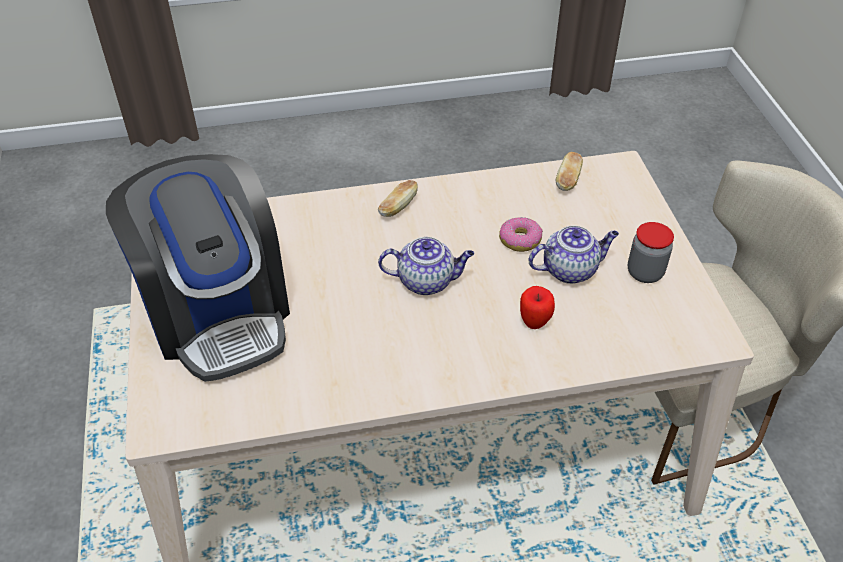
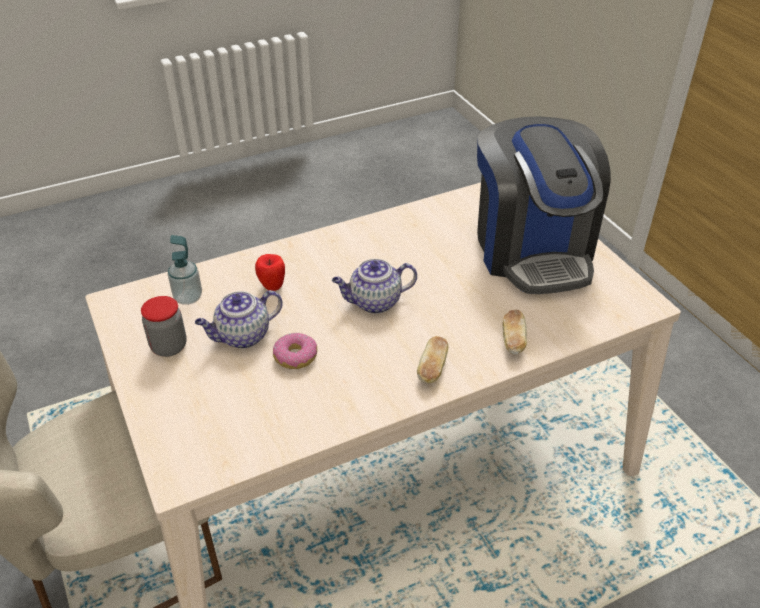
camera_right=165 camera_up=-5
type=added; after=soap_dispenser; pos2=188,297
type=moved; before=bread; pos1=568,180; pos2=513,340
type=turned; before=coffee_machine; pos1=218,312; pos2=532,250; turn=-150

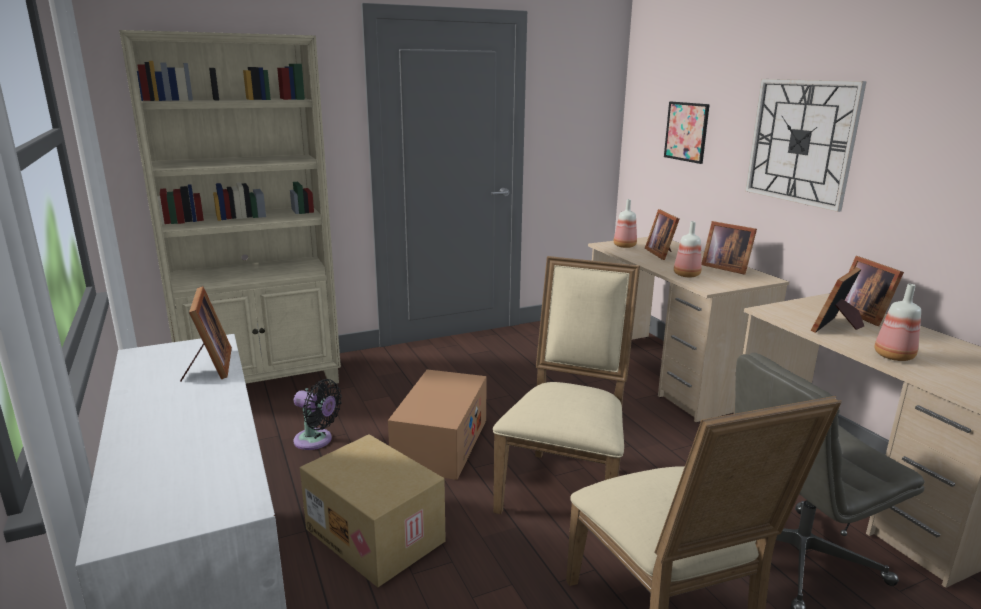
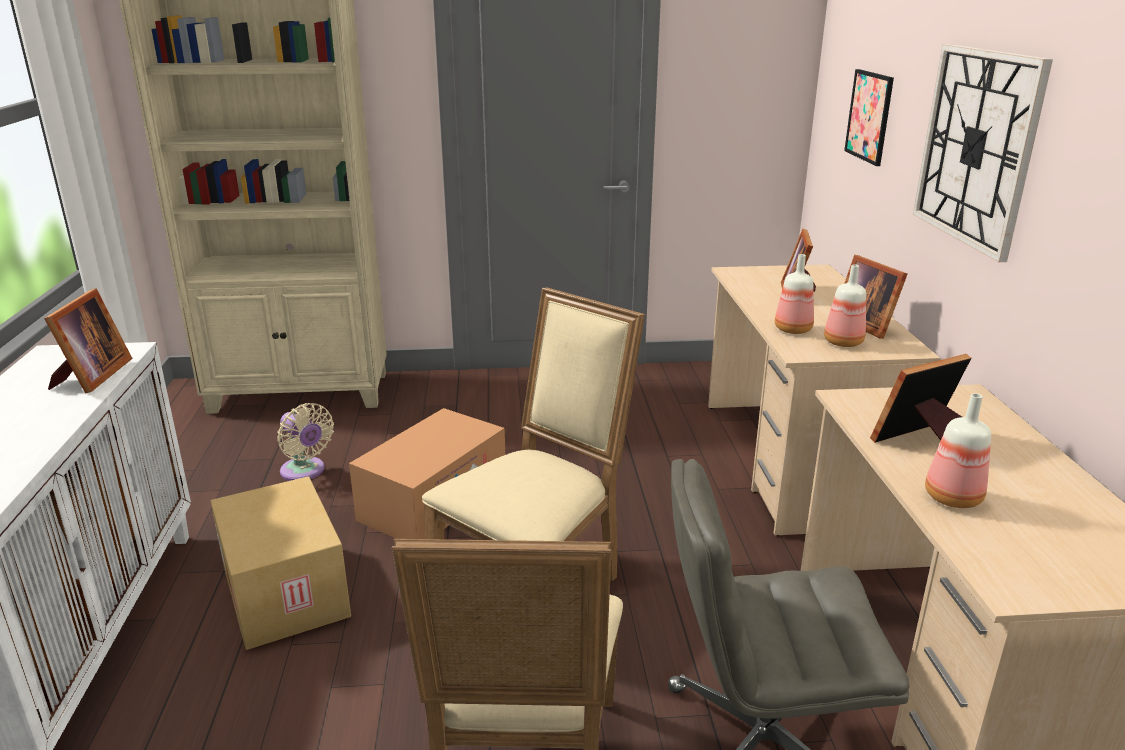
camera_right=20 camera_up=5
type=removed; before=picture_frame; pos1=863,314
type=moved; before=bottle; pos1=624,246; pos2=842,342
type=recoloured; before=black_fan; after=beige_fan; pos1=316,441; pos2=305,472

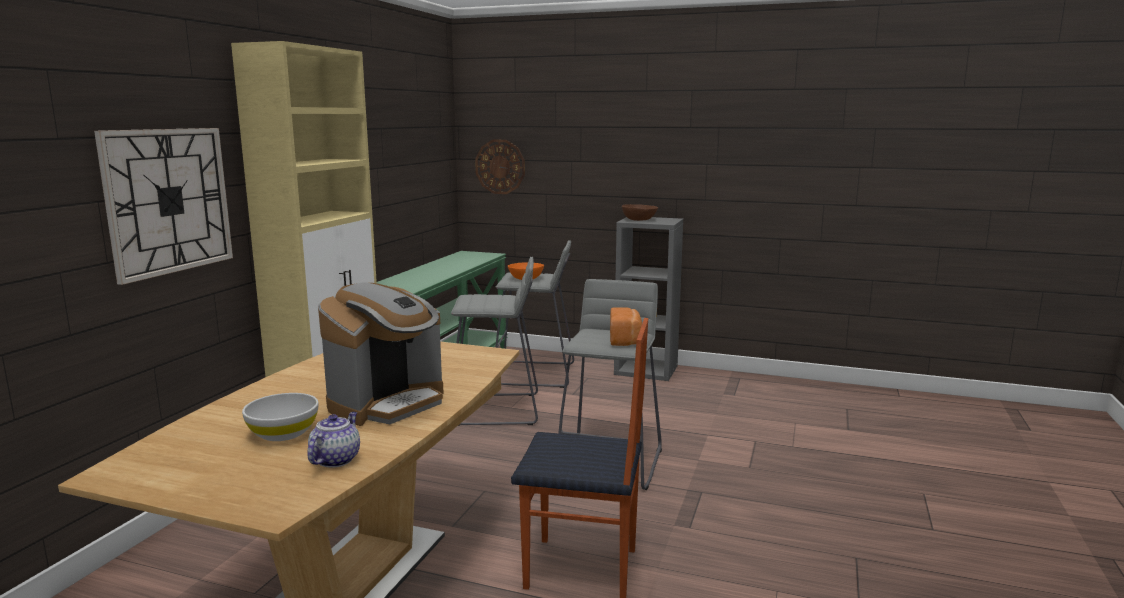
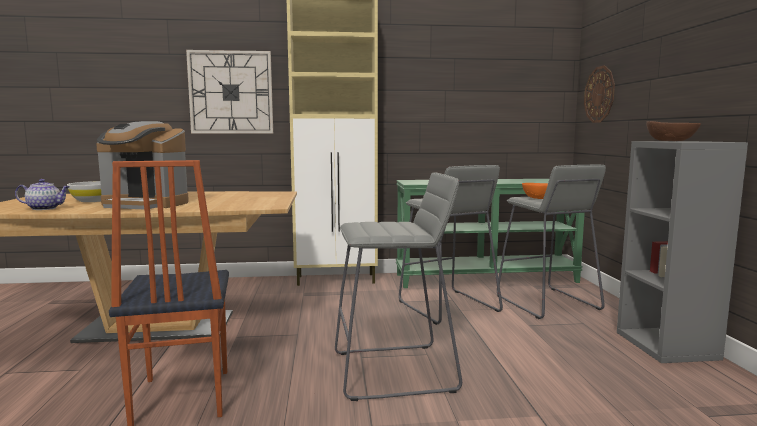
camera_right=65 camera_up=-5
type=removed; before=bread; pos1=625,339

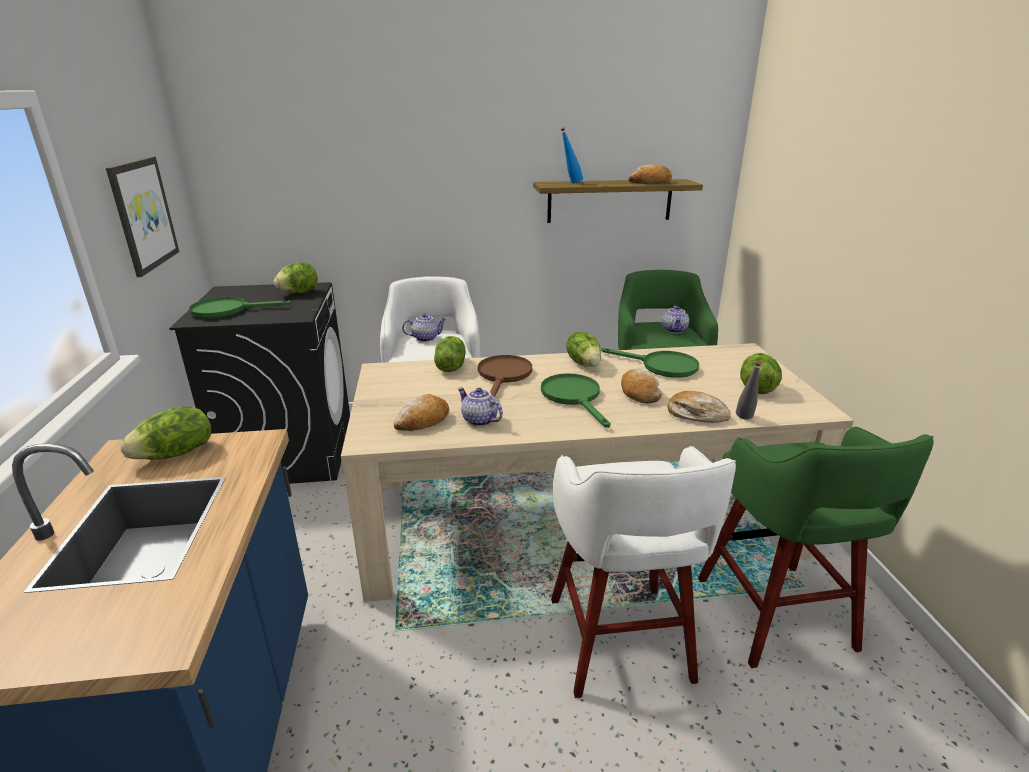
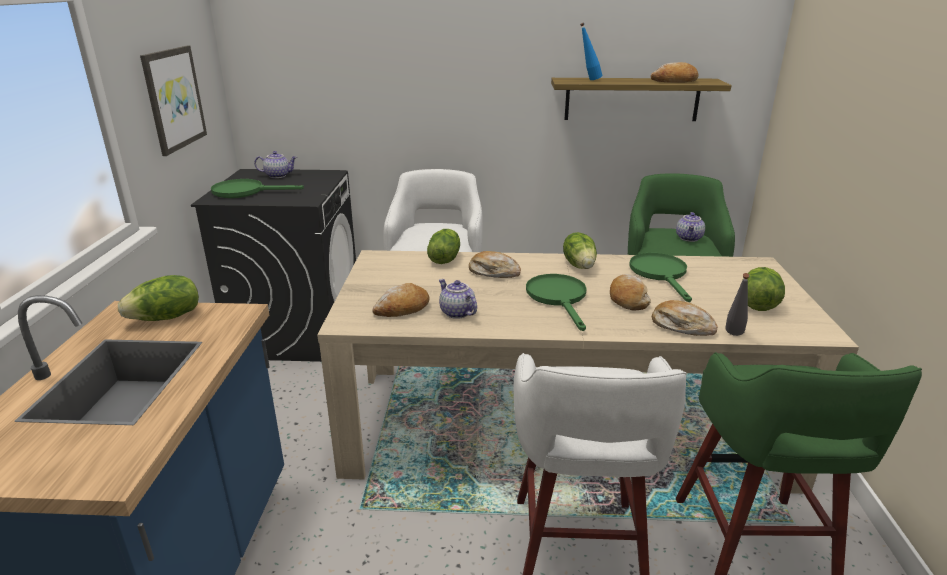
camera_right=10 camera_up=0
type=removed; before=lettuce; pos1=299,293
type=moved; before=teapot; pos1=425,338; pos2=278,175
type=replaced; before=brown_frying_pan; after=bread; pos1=503,376; pos2=494,272
type=turned; before=green_frying_pan; pos1=661,366; pos2=661,274; turn=-135

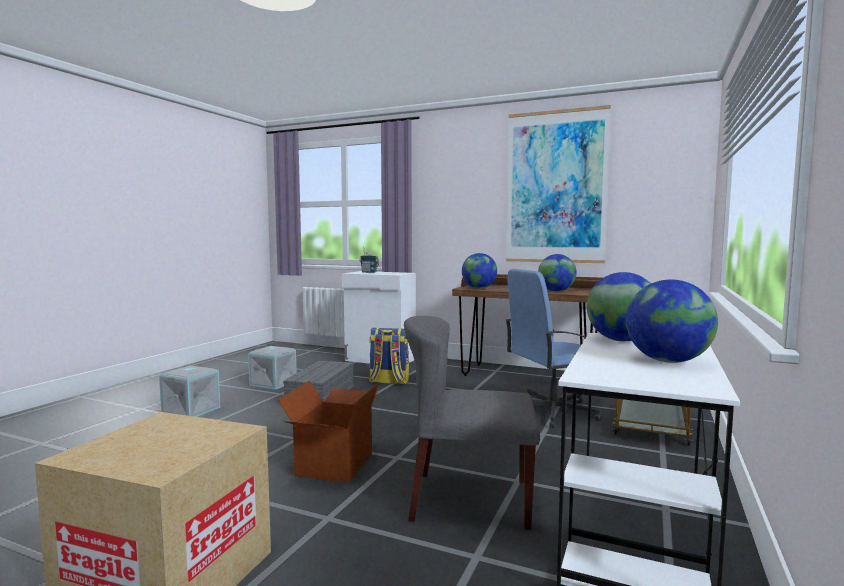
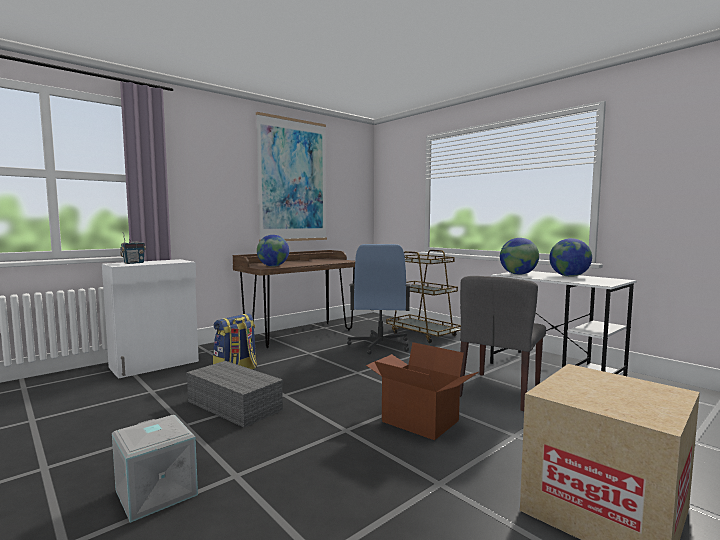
camera_right=-65 camera_up=0
type=removed; before=grey_storage_box; pos1=274,383
type=removed; before=globe; pos1=556,291

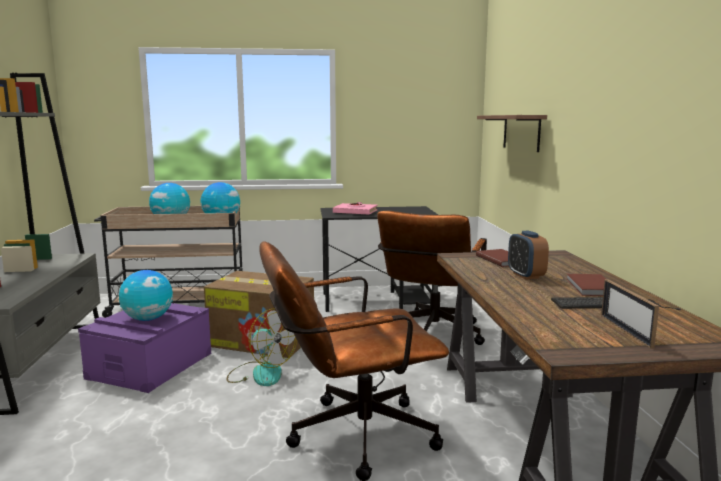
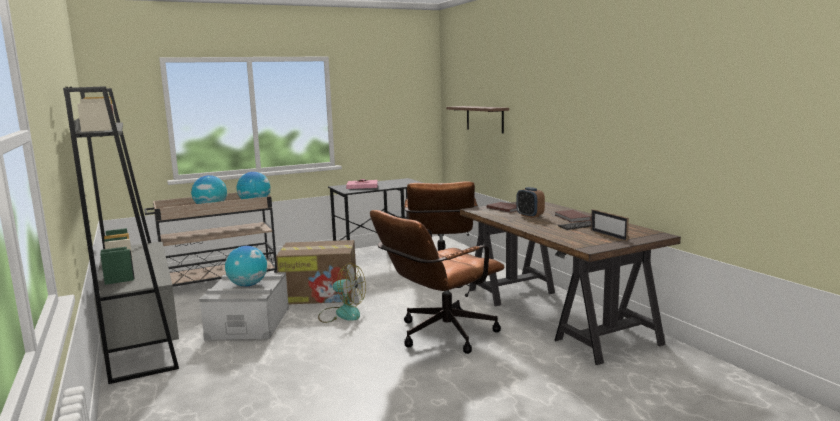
camera_right=-20 camera_up=0
type=recoloured; before=purple_storage_box; after=grey_storage_box; pos1=150,365; pos2=249,323

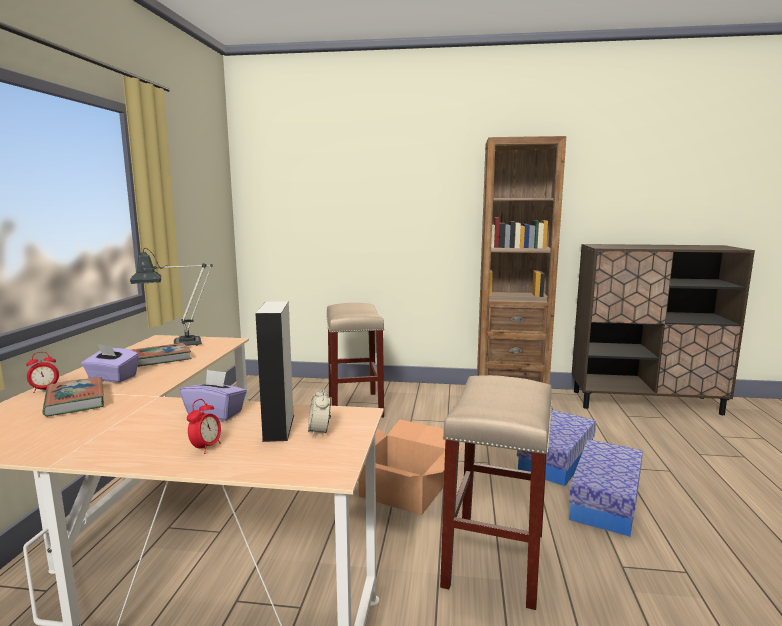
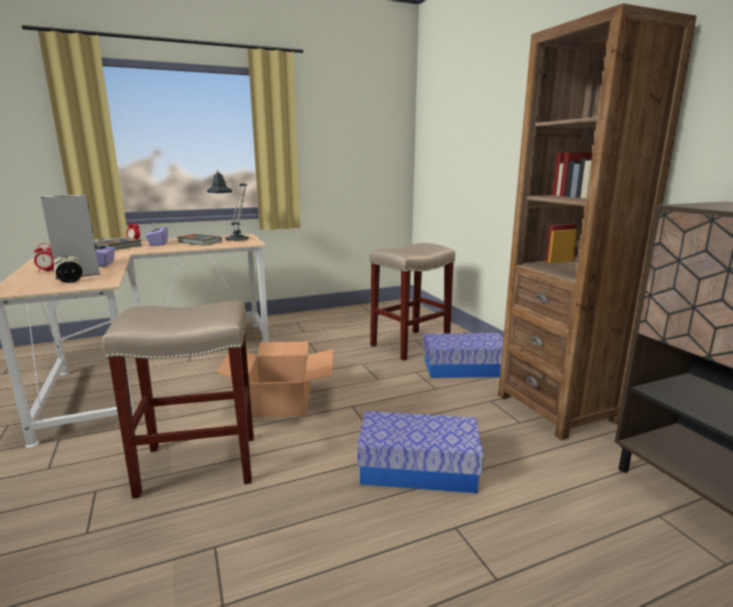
camera_right=60 camera_up=5
type=moved; before=storage_box; pos1=605,501; pos2=464,368

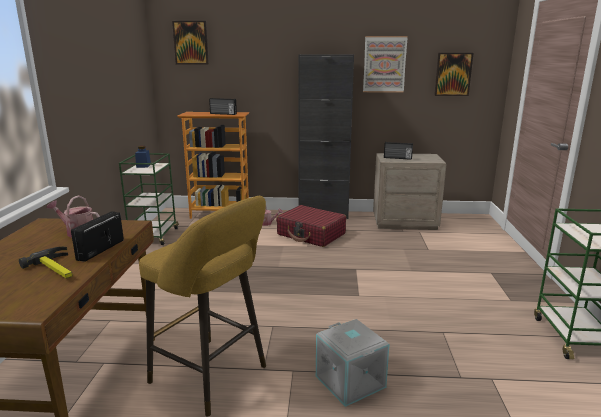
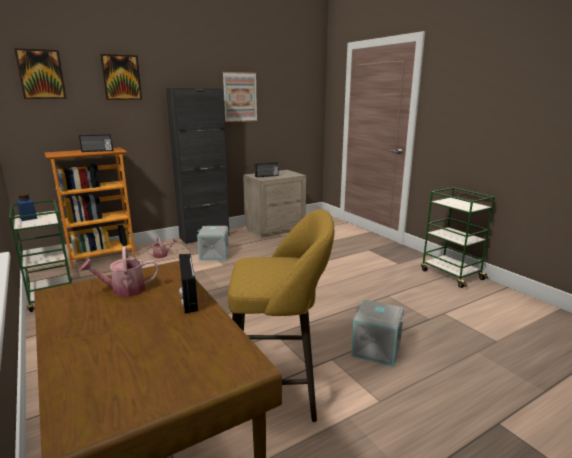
camera_right=-35 camera_up=0
type=removed; before=hammer; pos1=57,269
type=moved; before=picture; pos1=453,74; pos2=121,77
type=replaced; before=red_suitcase; after=grey_storage_box; pos1=311,234; pos2=214,255

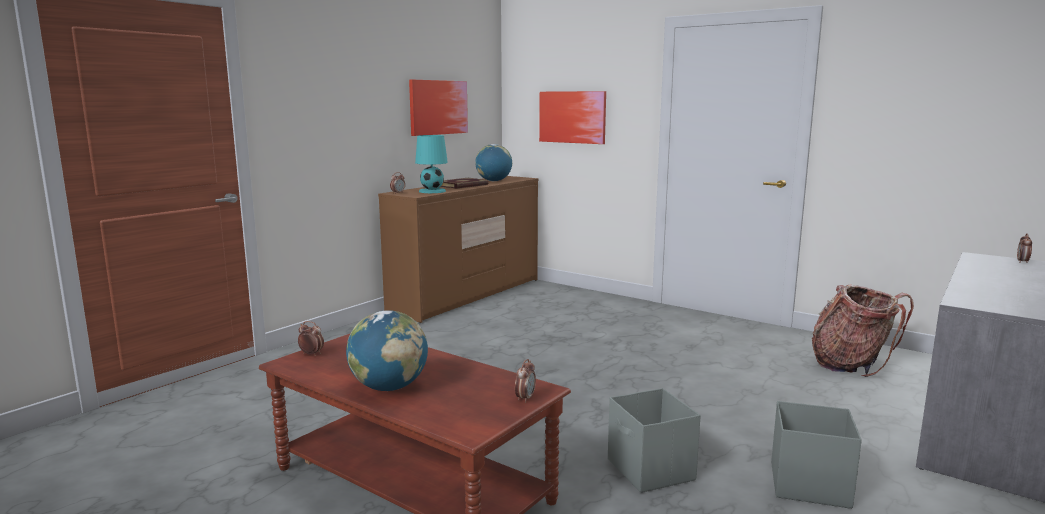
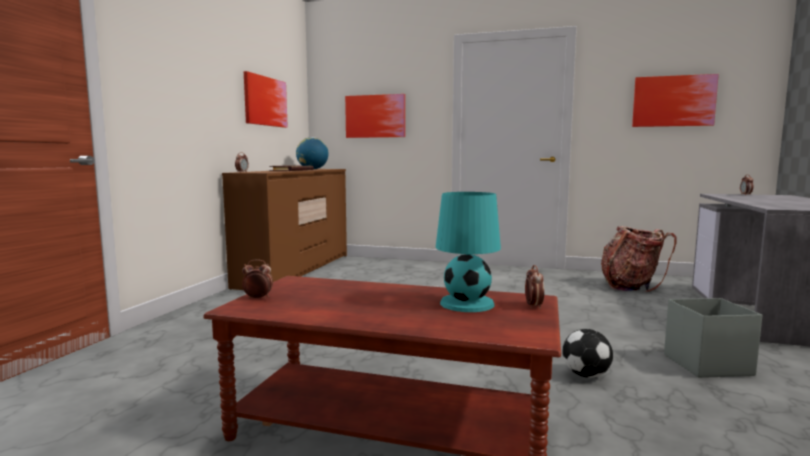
camera_right=-20 camera_up=-5
type=removed; before=globe; pos1=389,387
type=added; after=picture; pos2=673,101
type=moved; before=turquoise_table_lamp; pos1=432,191; pos2=466,303
type=replaced; before=grey_storage_box; after=football; pos1=650,470; pos2=586,375

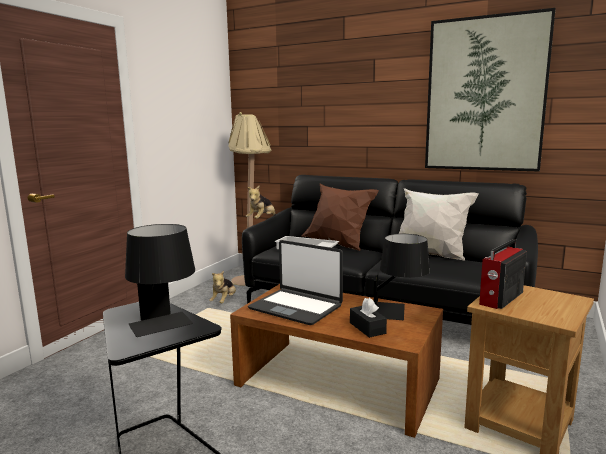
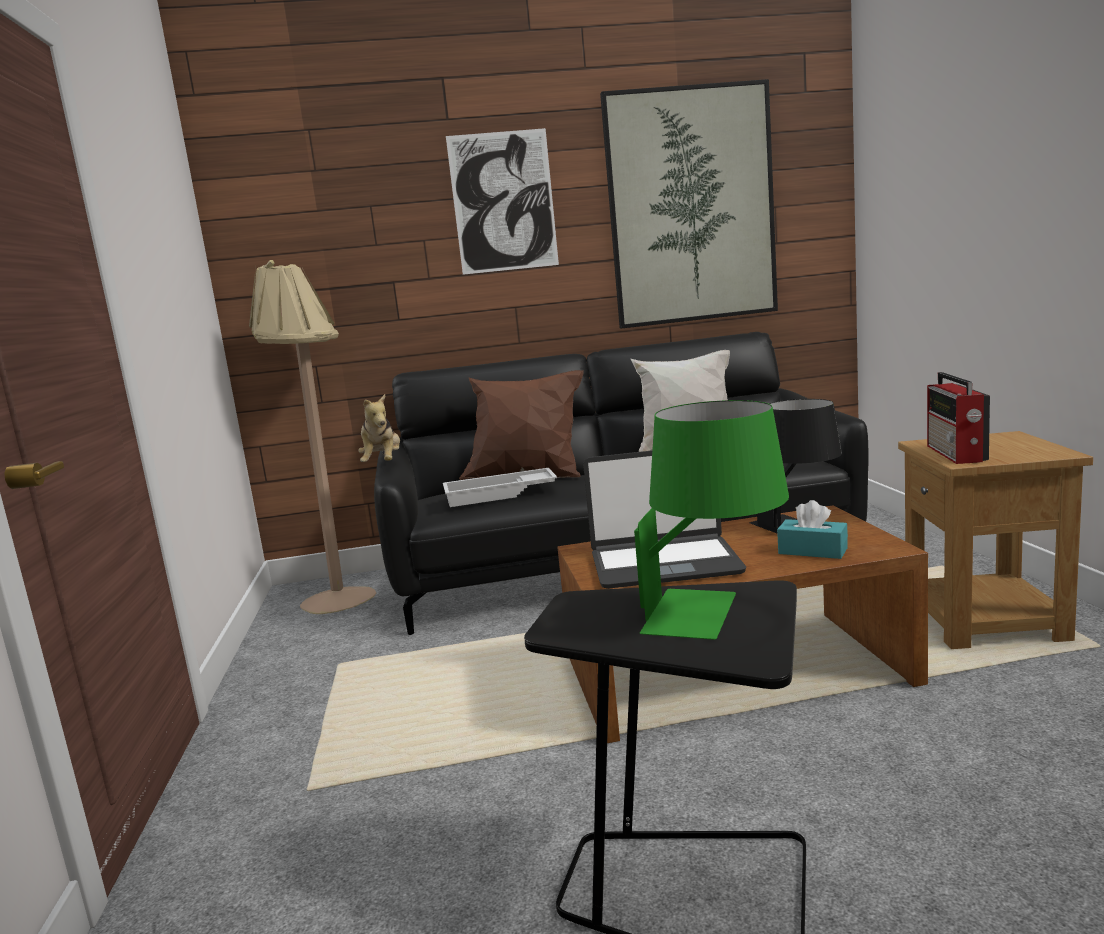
camera_right=-35 camera_up=0
type=removed; before=plush_toy; pos1=224,301
type=added; after=picture; pos2=503,202
type=recoloured; before=black_table_lamp; after=green_table_lamp; pos1=164,328; pos2=715,613
type=recoloured; before=black_tissue_box; after=turquoise_tissue_box; pos1=367,328; pos2=812,551

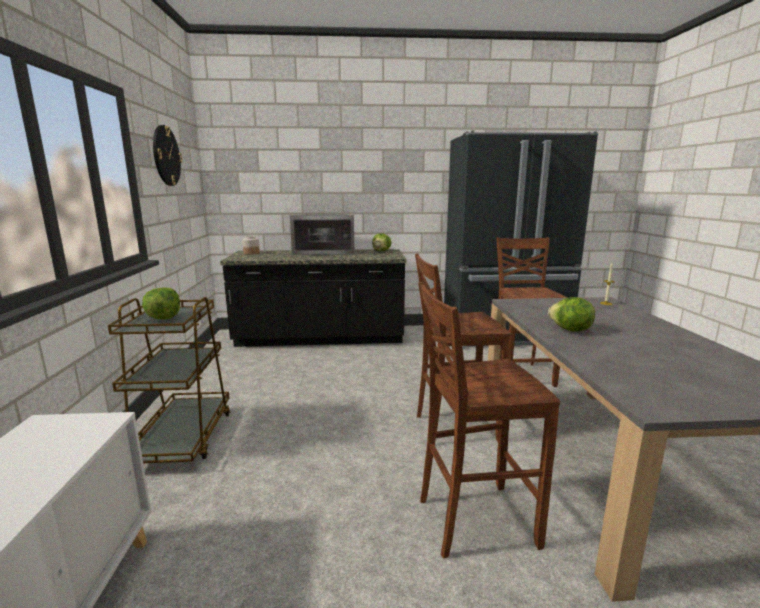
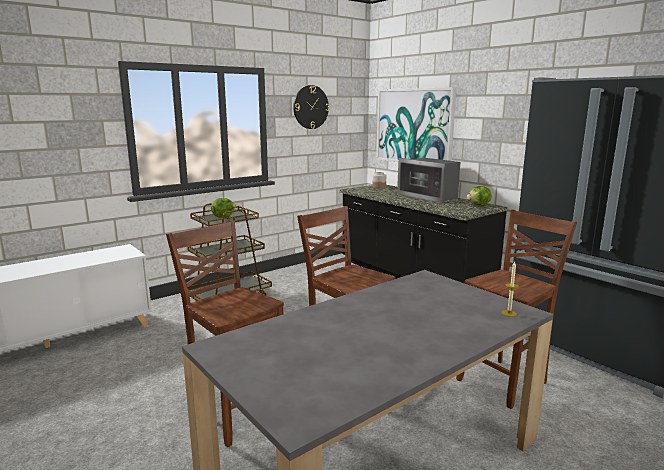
camera_right=55 camera_up=0
type=removed; before=lettuce; pos1=570,330
type=added; after=picture; pos2=414,126

